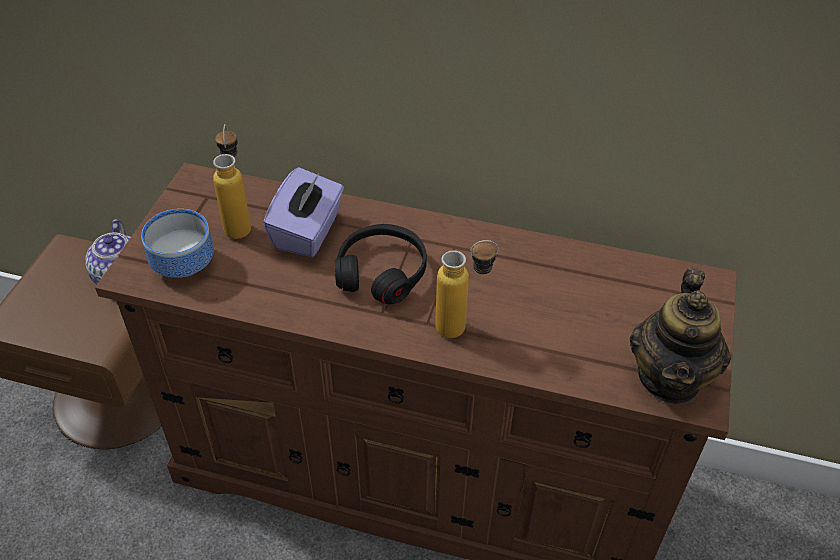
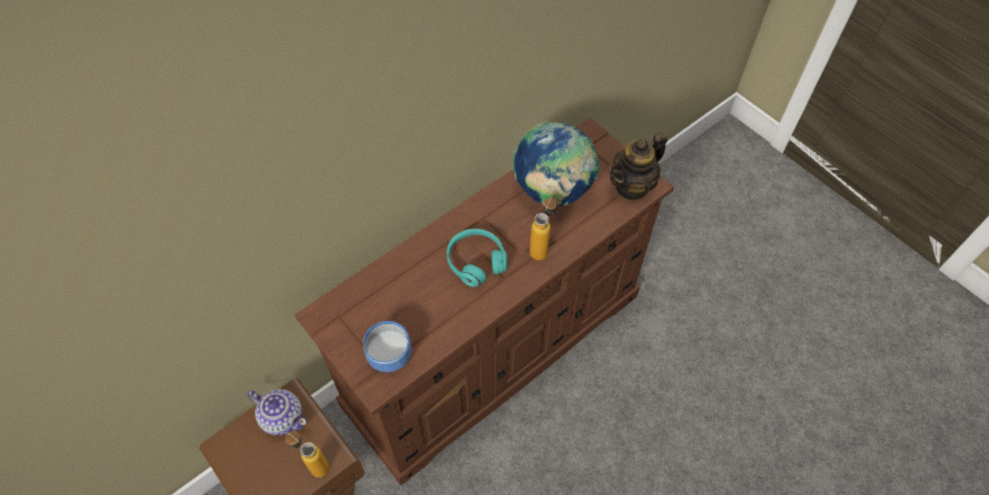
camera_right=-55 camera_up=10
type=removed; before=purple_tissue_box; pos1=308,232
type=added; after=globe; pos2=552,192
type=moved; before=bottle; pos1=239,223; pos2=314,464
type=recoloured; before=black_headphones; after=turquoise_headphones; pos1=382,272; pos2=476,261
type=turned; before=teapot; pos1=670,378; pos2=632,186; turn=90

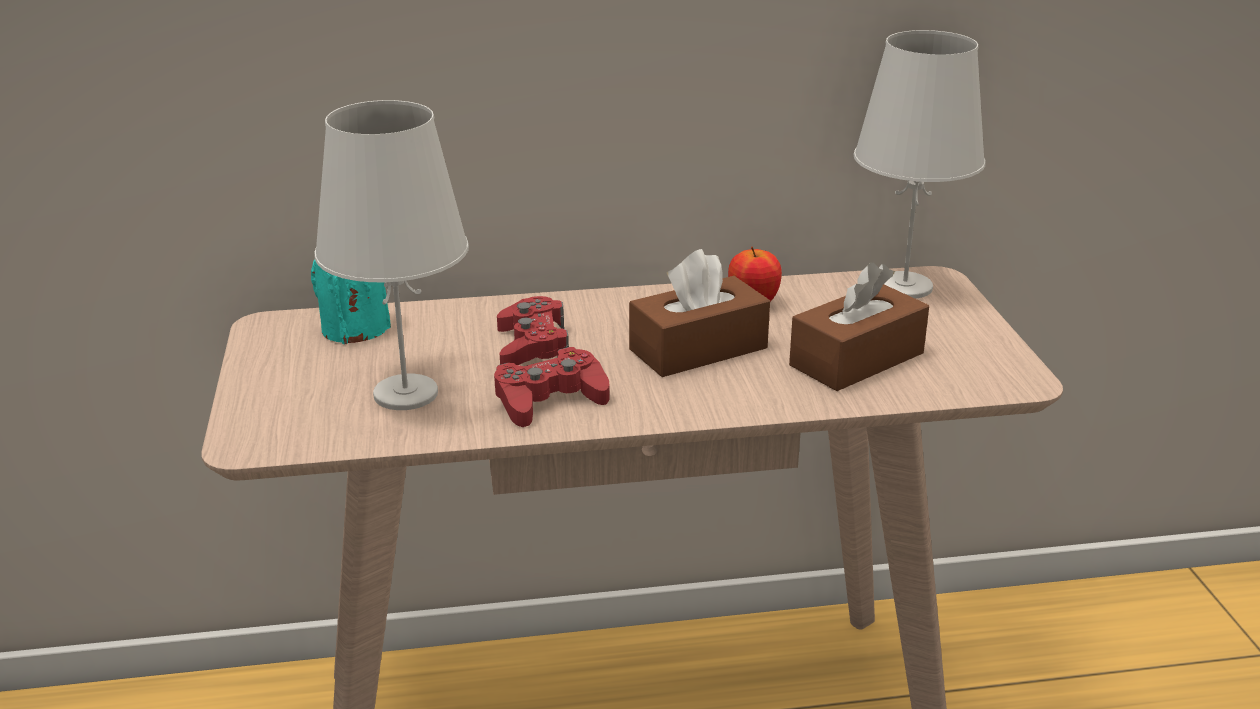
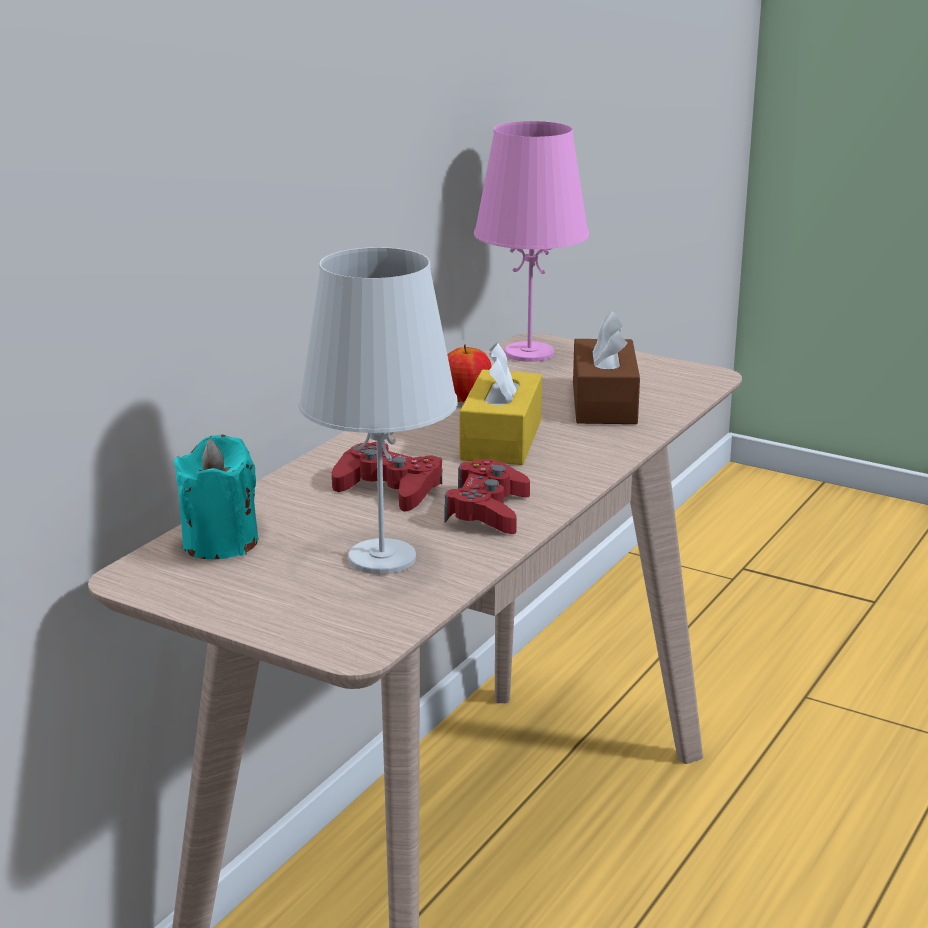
camera_right=-50 camera_up=-5
type=recoloured; before=brown_tissue_box; after=yellow_tissue_box; pos1=698,349; pos2=501,440
type=recoloured; before=white_table_lamp; after=pink_table_lamp; pos1=904,286; pos2=528,353

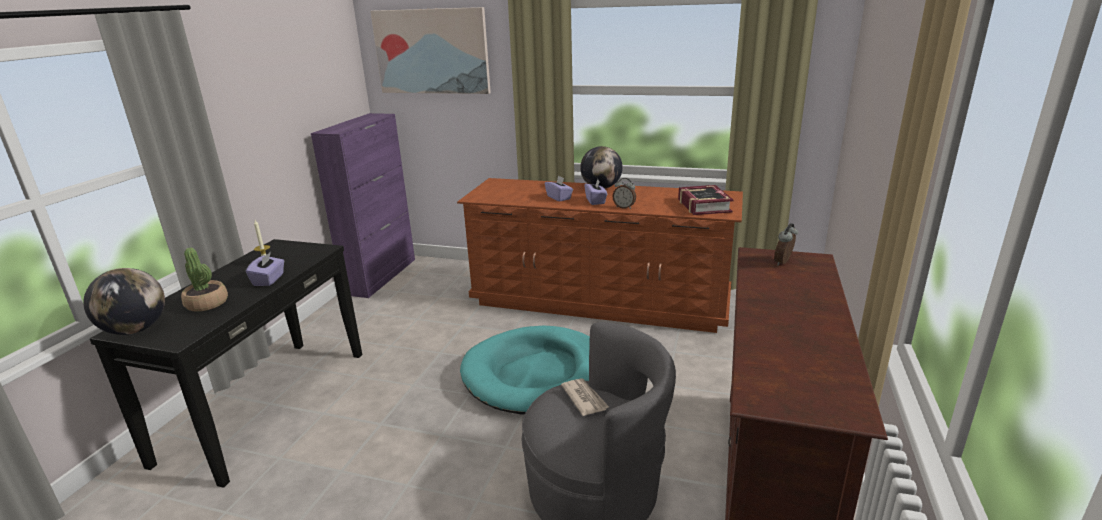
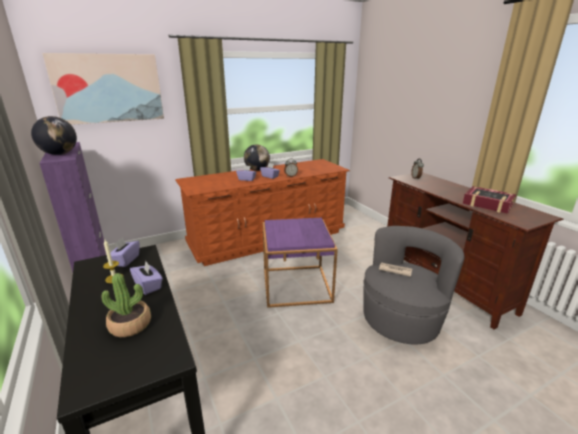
camera_right=-45 camera_up=0
type=added; after=purple_tissue_box; pos2=125,260
type=moved; before=globe; pos1=136,330; pos2=59,154
type=moved; before=book; pos1=703,206; pos2=487,204
type=replaced; before=turquoise_dog_bed; after=purple_side_table; pos1=538,374; pos2=296,285

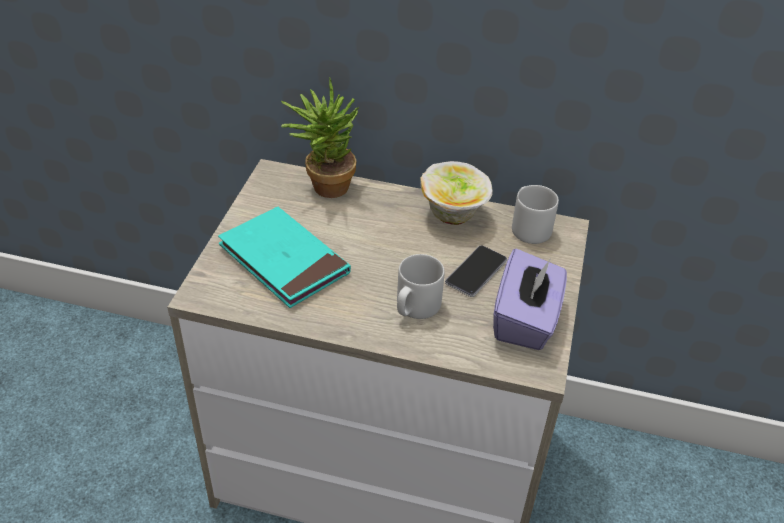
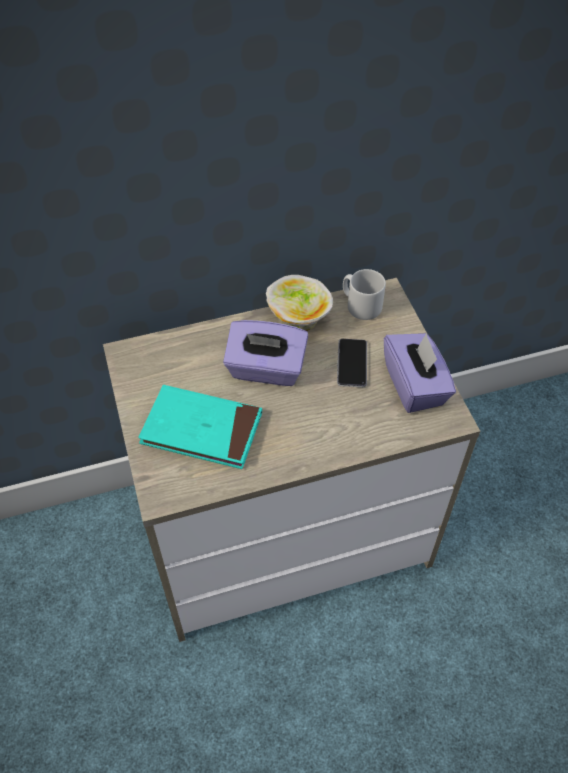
camera_right=-30 camera_up=10
type=removed; before=potted_plant; pos1=324,185
type=removed; before=grey_mug; pos1=415,307
type=added; after=purple_tissue_box; pos2=266,369

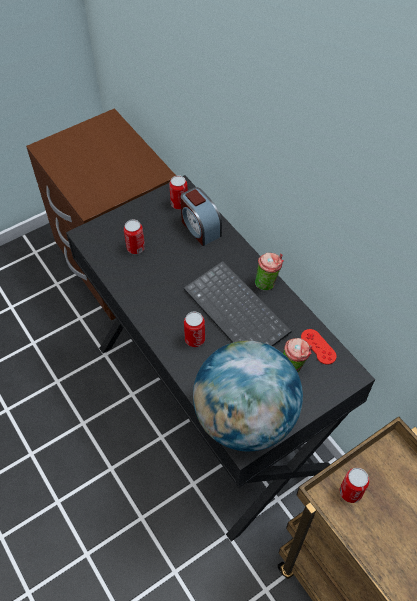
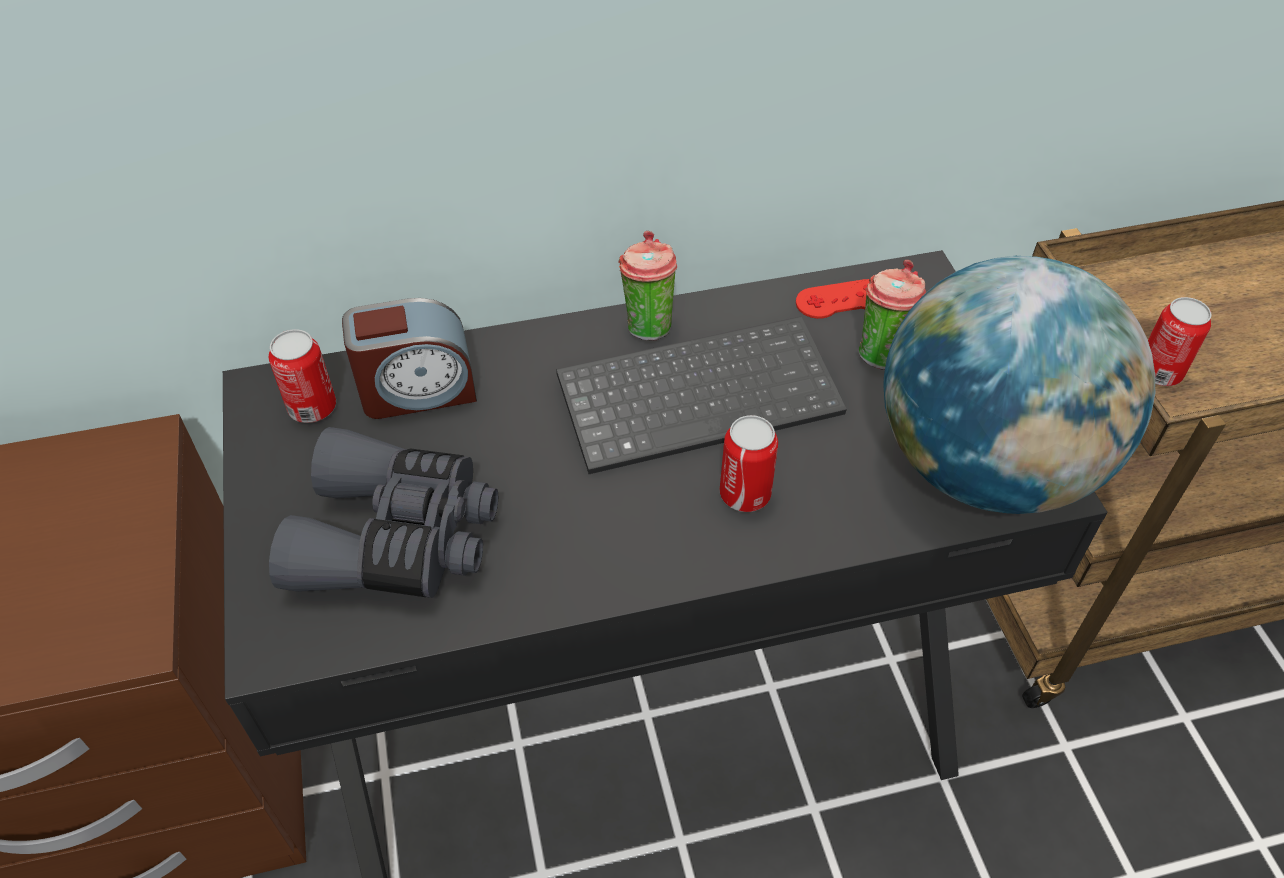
camera_right=-70 camera_up=-5
type=replaced; before=can; after=grey_binoculars; pos1=136,248; pos2=398,538

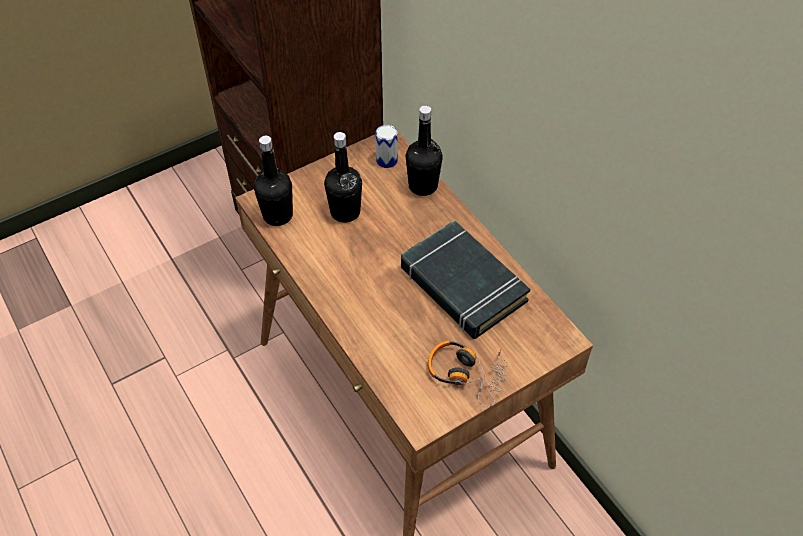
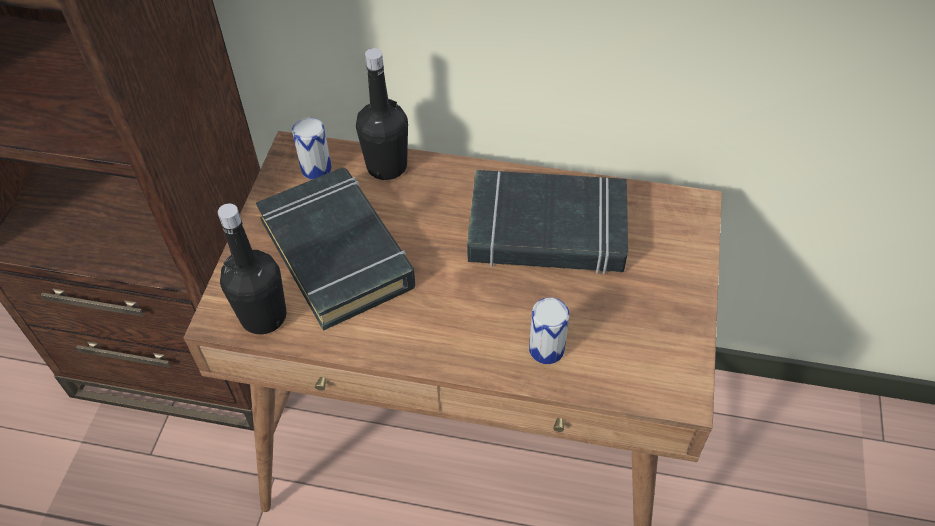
camera_right=-45 camera_up=0
type=removed; before=headphones; pos1=466,373
type=added; after=can; pos2=546,349
type=replaced; before=black_bottle; after=black_book; pos1=345,212; pos2=337,253

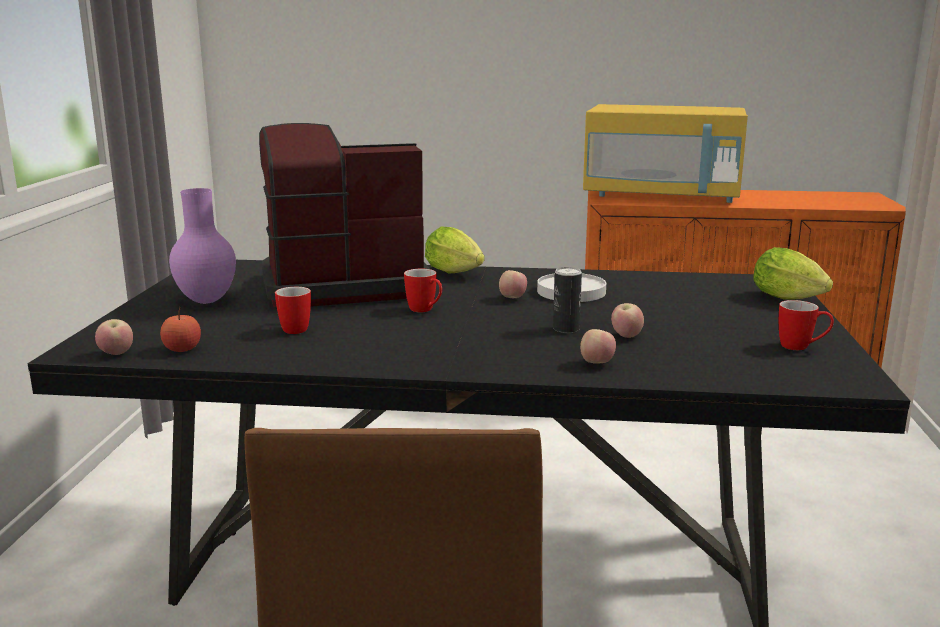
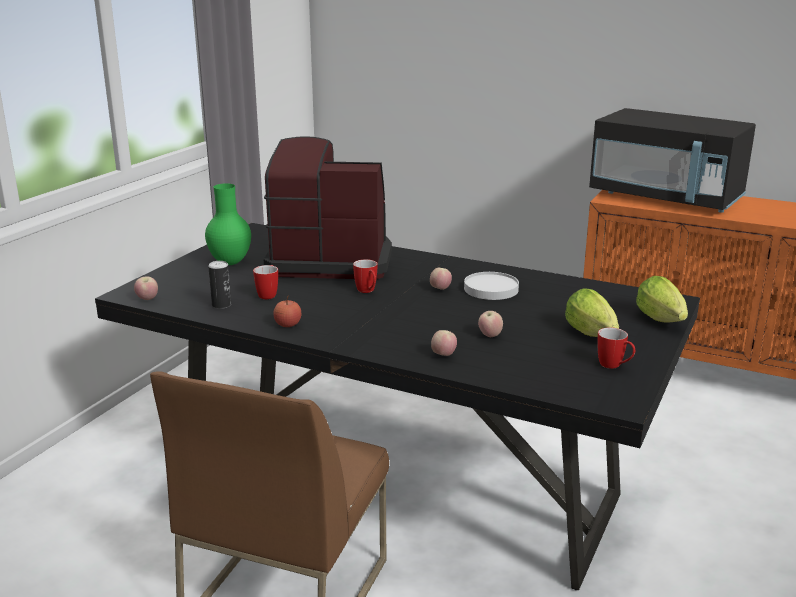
camera_right=20 camera_up=5
type=moved; before=apple; pos1=182,349; pos2=288,324
type=moved; before=lettuce; pos1=457,273; pos2=593,335
type=moved; before=can; pos1=566,329; pos2=221,305
type=recoloured; before=purple_vase; after=green_vase; pos1=207,300; pos2=231,262
type=recoloured; before=yellow_microwave; after=black_microwave; pos1=662,196; pos2=666,198

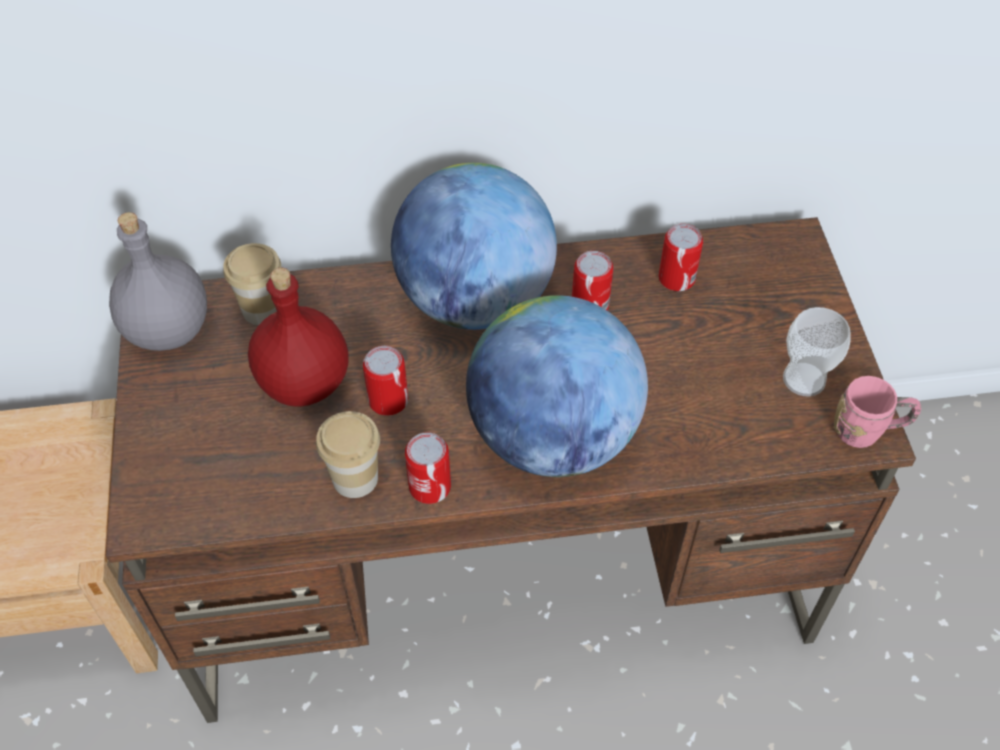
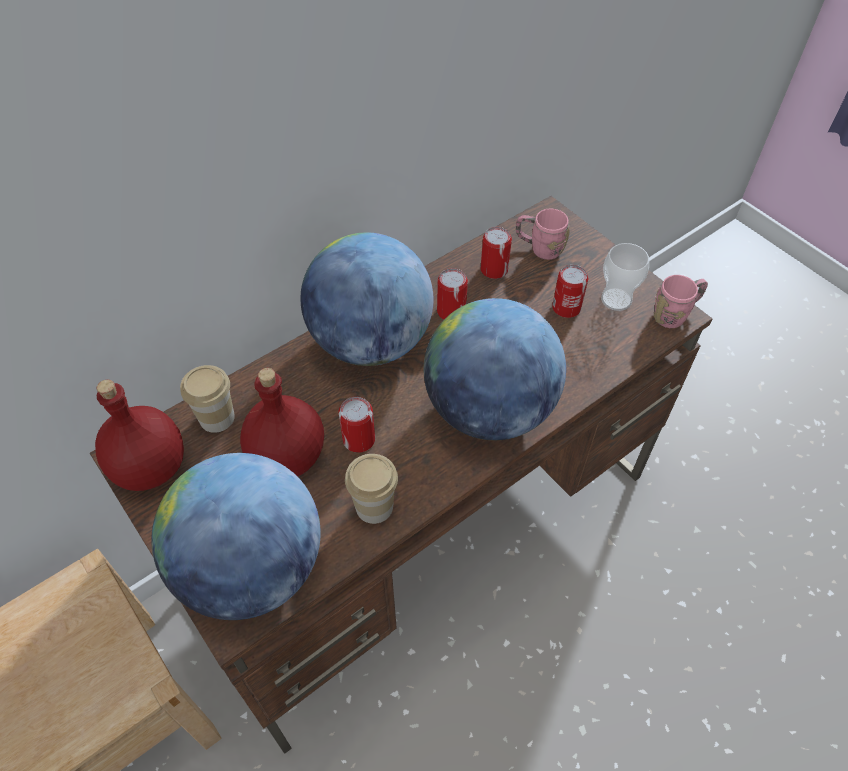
camera_right=-30 camera_up=0
type=added; after=globe; pos2=252,568
type=added; after=pink_mug; pos2=539,248
type=moved; before=can; pos1=430,486; pos2=566,308
type=recoloured; before=grey_bottle; after=red_bottle; pos1=167,329; pos2=149,468

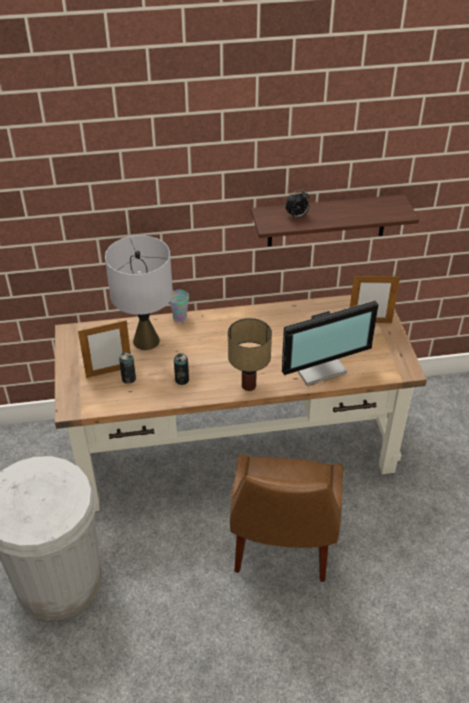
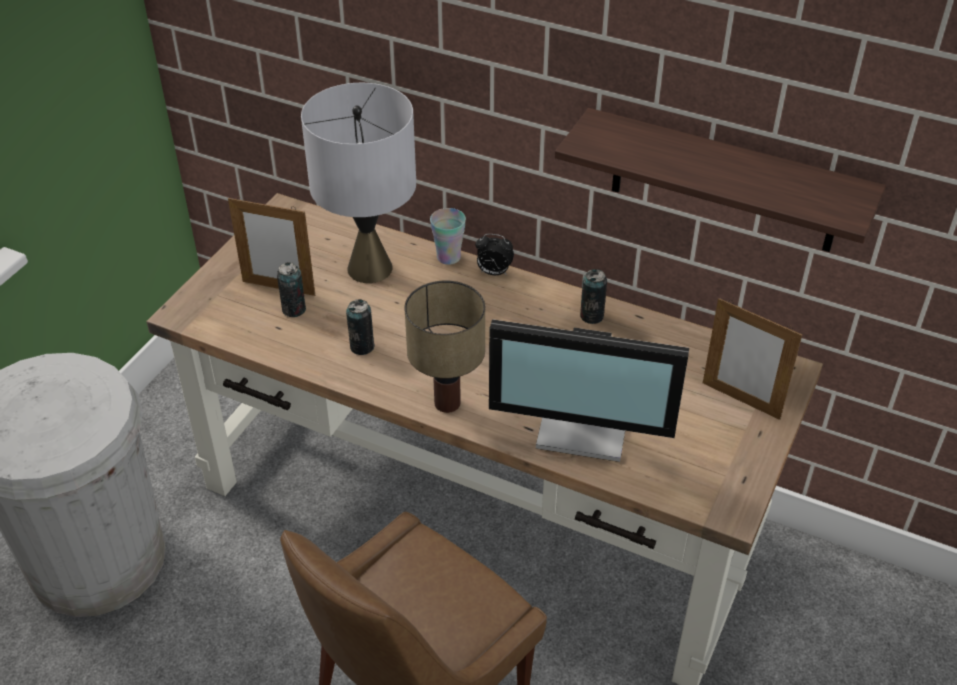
camera_right=35 camera_up=0
type=added; after=can; pos2=591,316
type=moved; before=alarm_clock; pos1=297,216; pos2=493,272

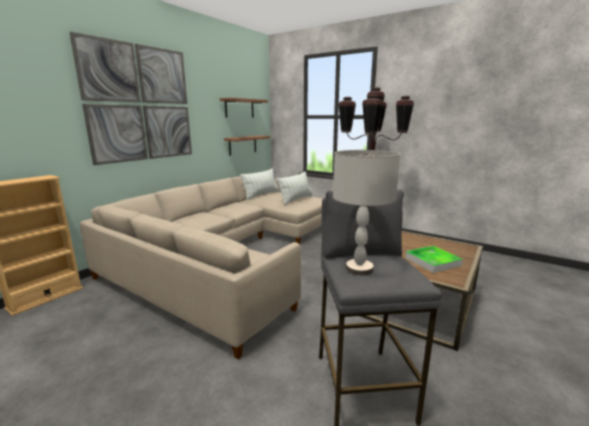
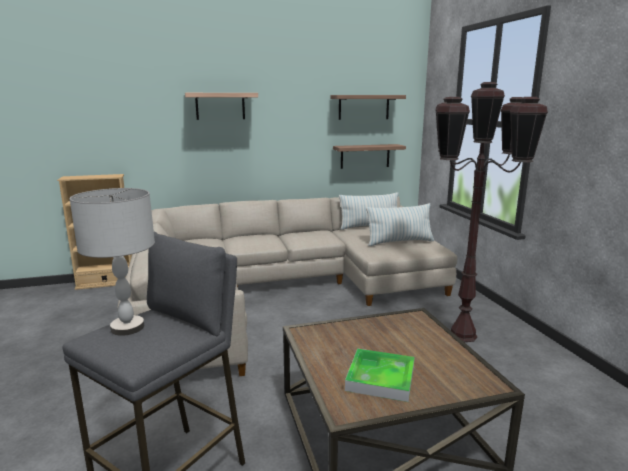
camera_right=40 camera_up=0
type=replaced; before=picture; after=shelf; pos1=140,104; pos2=220,106

